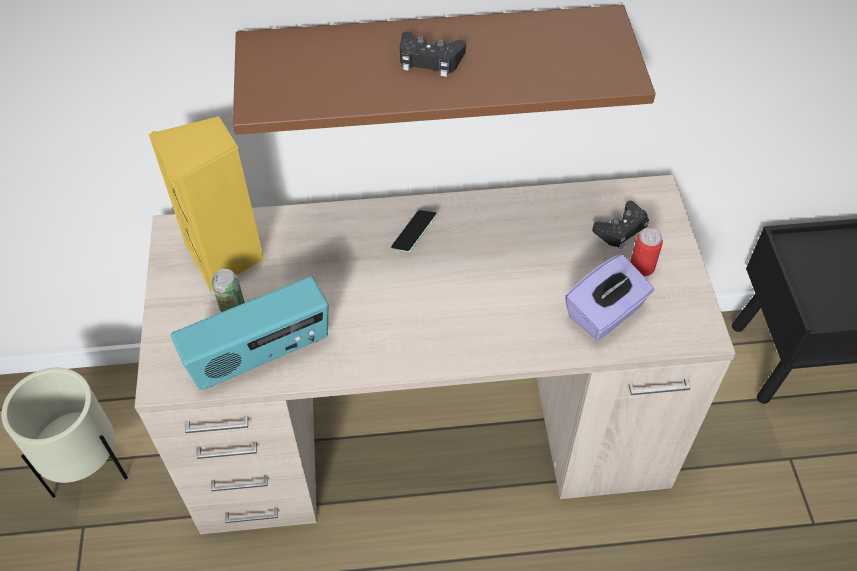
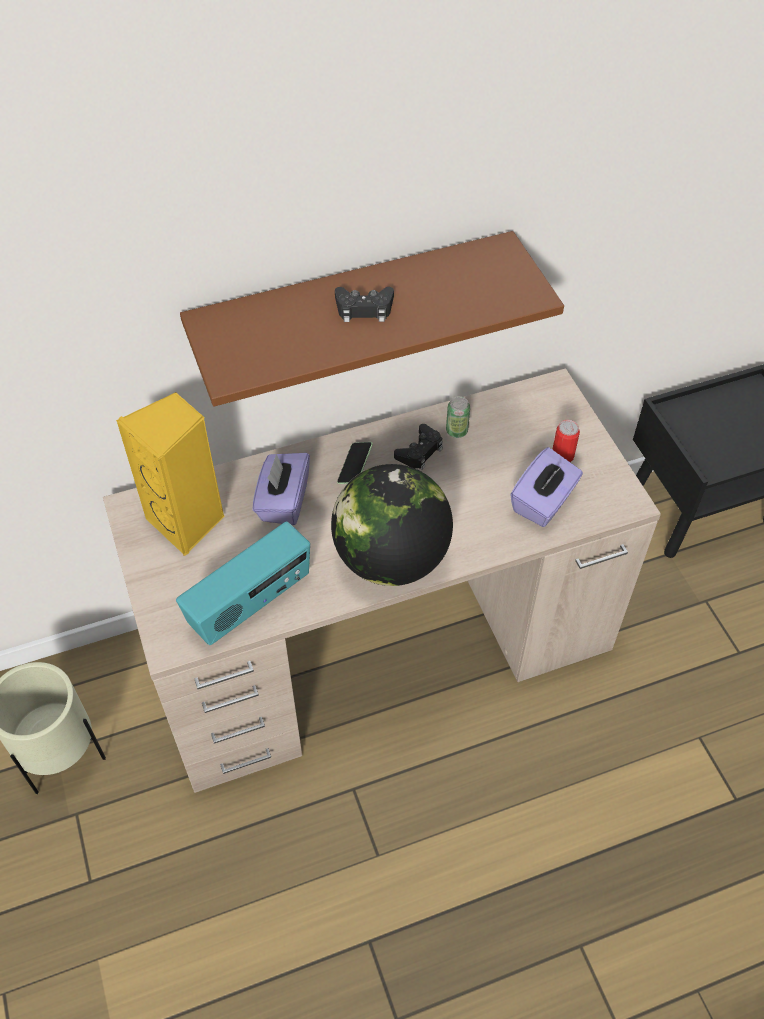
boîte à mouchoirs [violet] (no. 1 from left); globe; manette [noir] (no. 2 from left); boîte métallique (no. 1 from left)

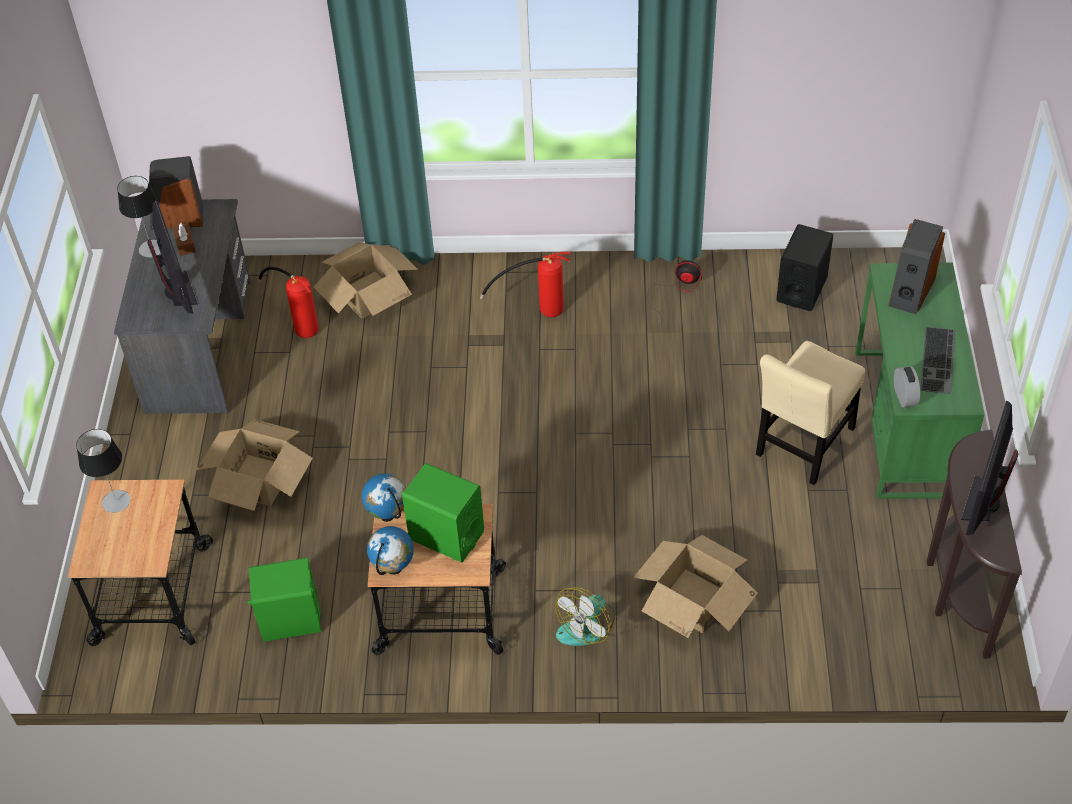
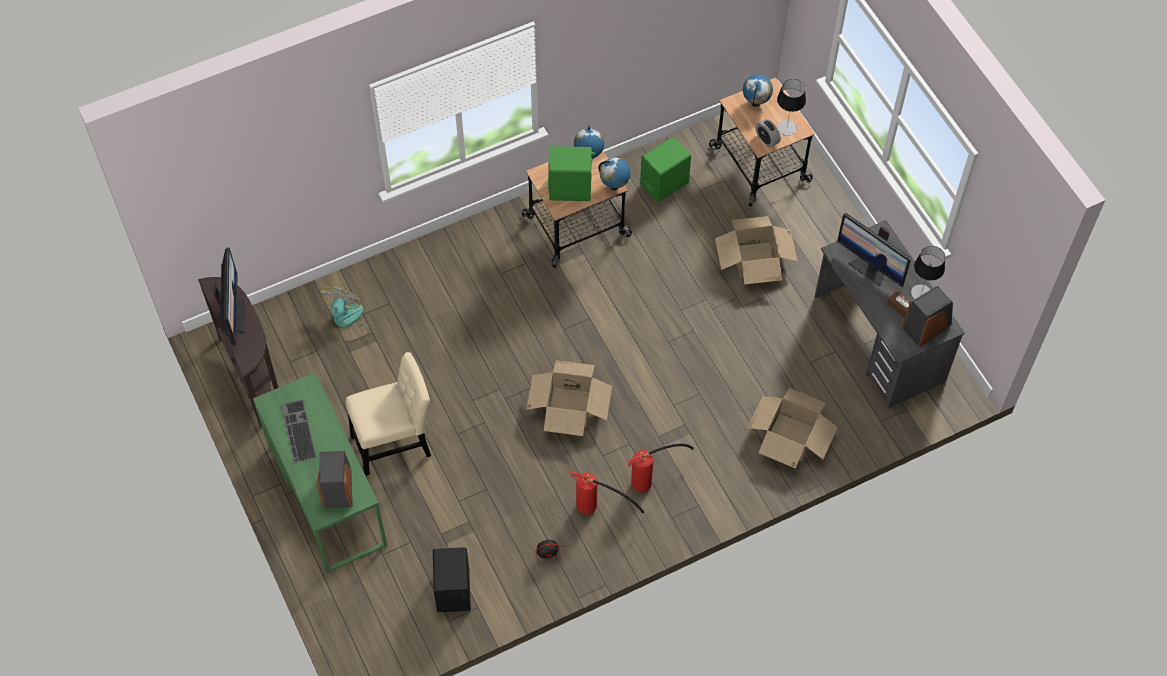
ventilateur (no. 1 from left); chaise [beige]; carton (no. 1 from left); extincteur (no. 1 from left); globe (no. 3 from left); réveil

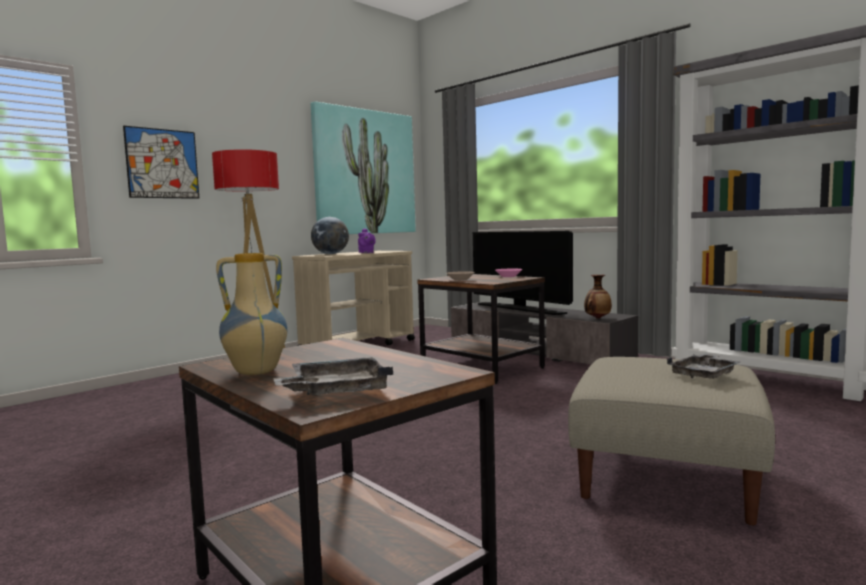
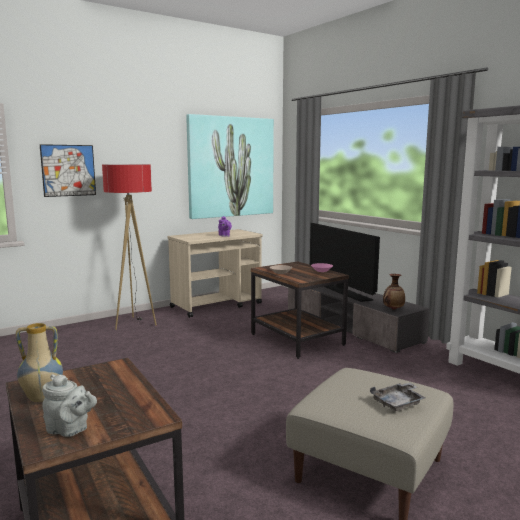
théière [gris]; globe

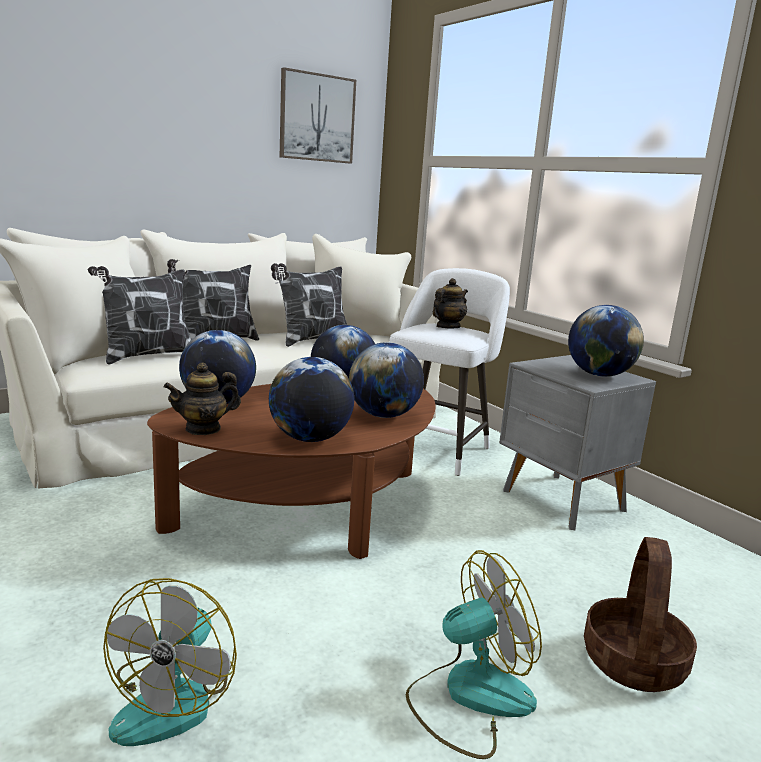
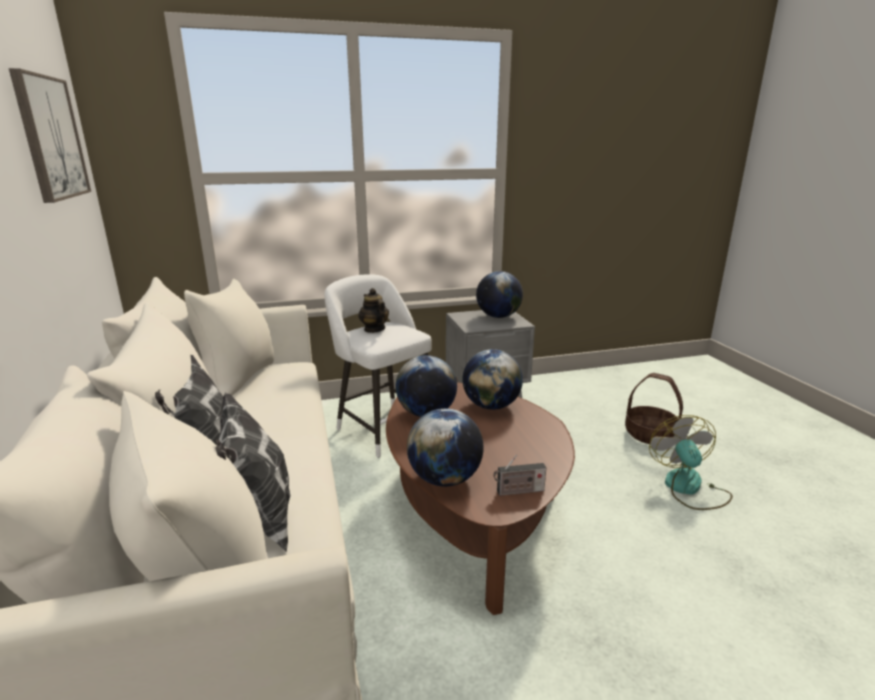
radio; ventilateur (no. 1 from left in the first image); globe (no. 2 from left in the first image); coussin (no. 3 from left in the first image)

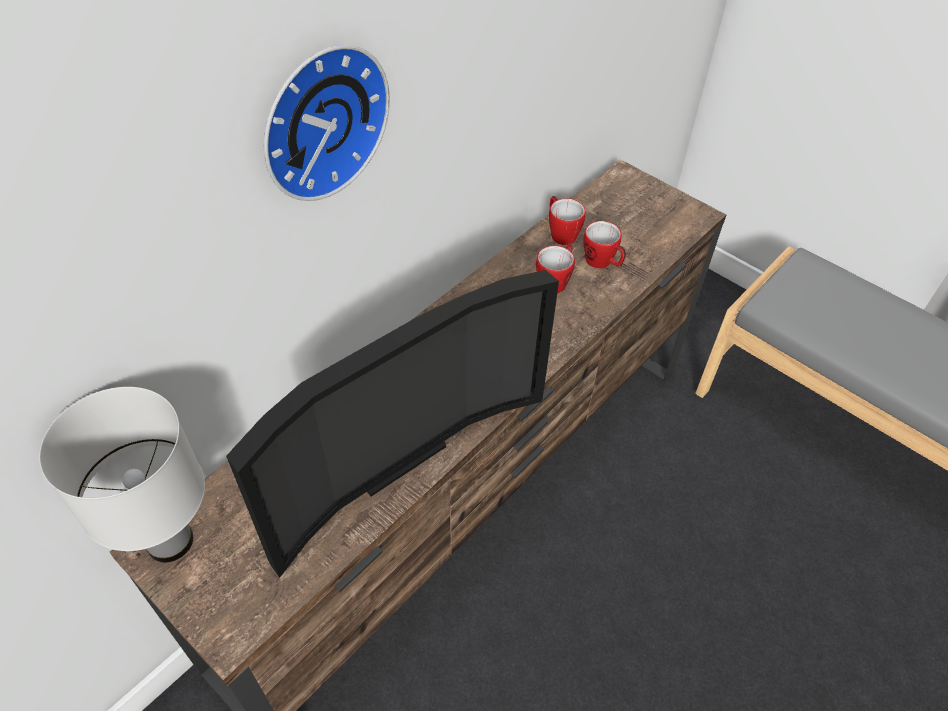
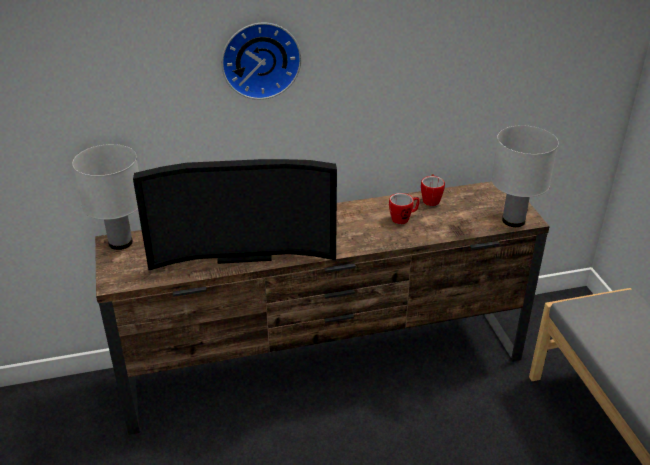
lampe de table [blanc] (no. 2 from left); mug (no. 3 from left in the first image)

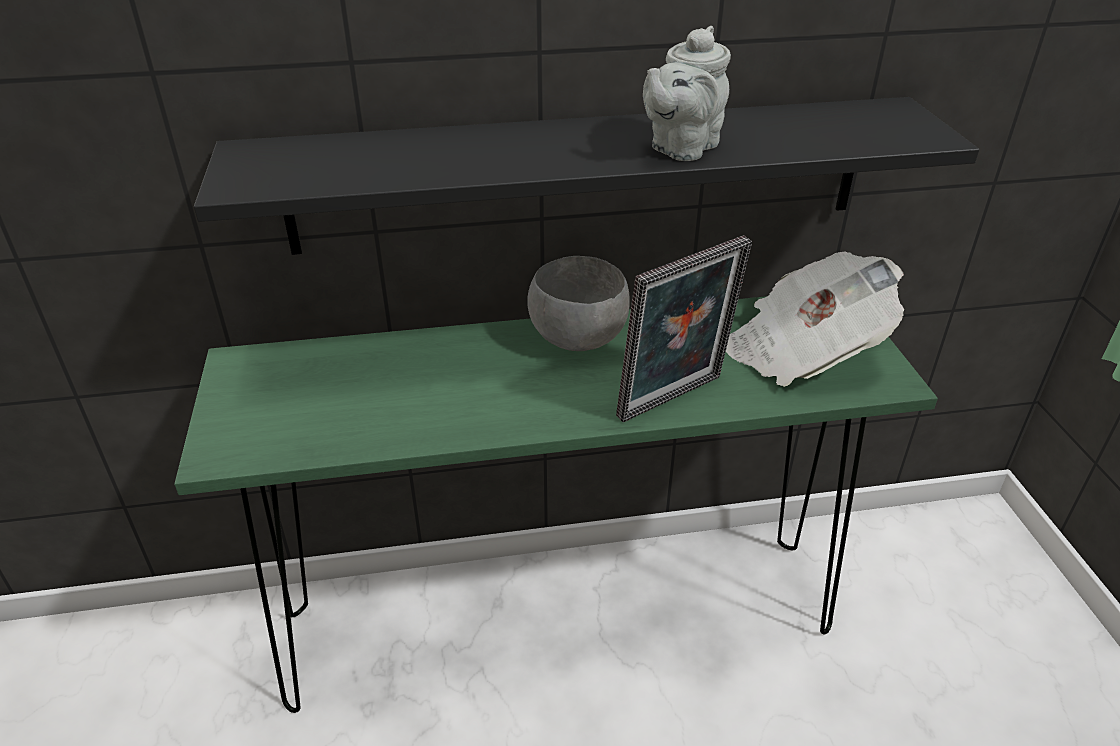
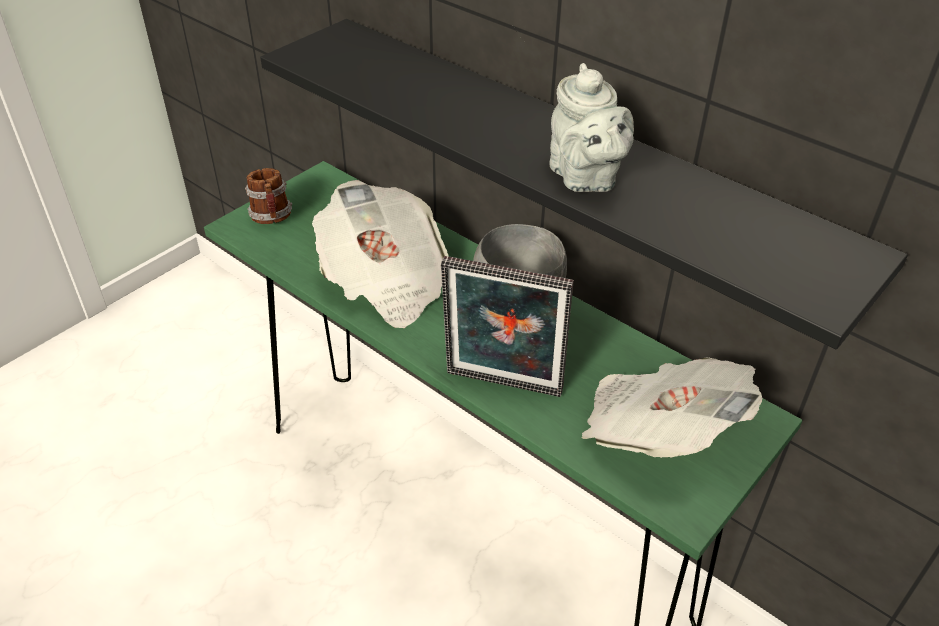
mug; journal (no. 1 from left); théière [gris]

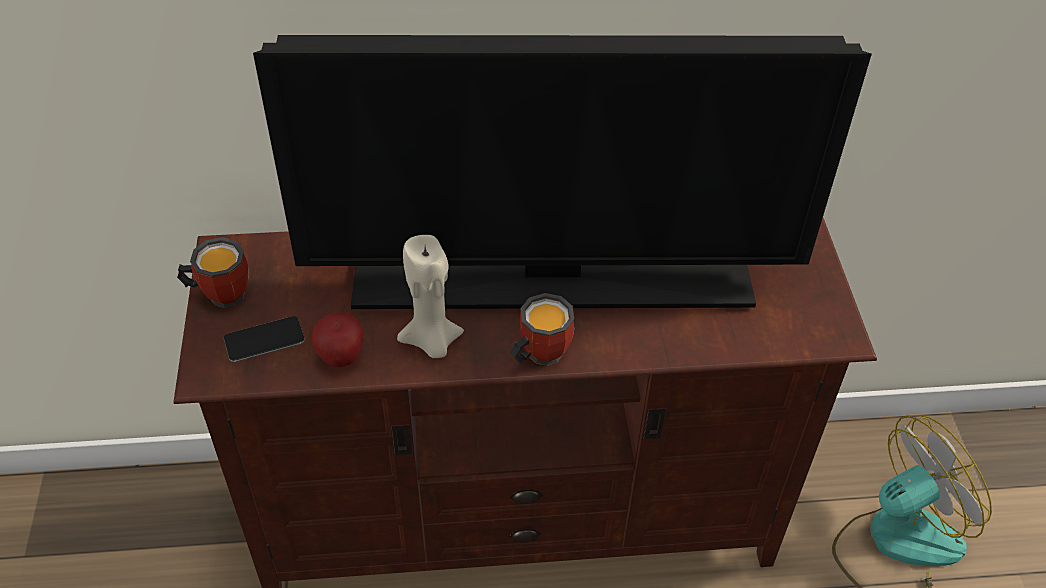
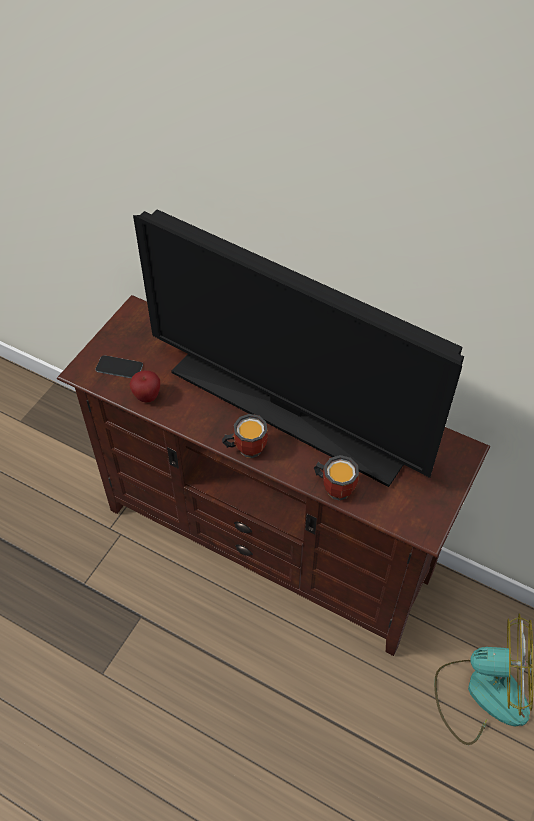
mug (no. 2 from left); bougie [beige]

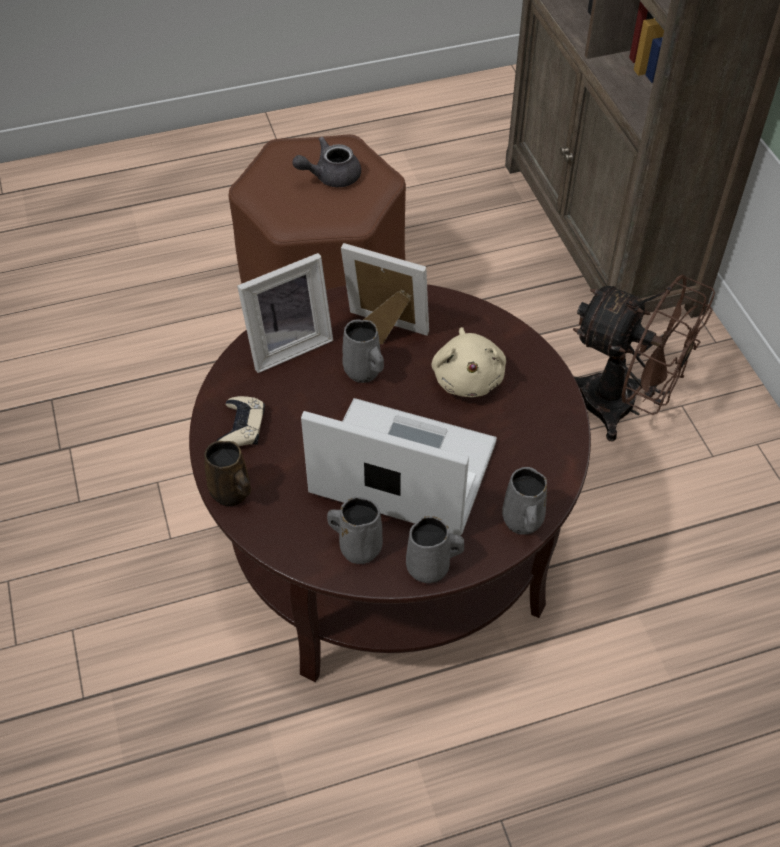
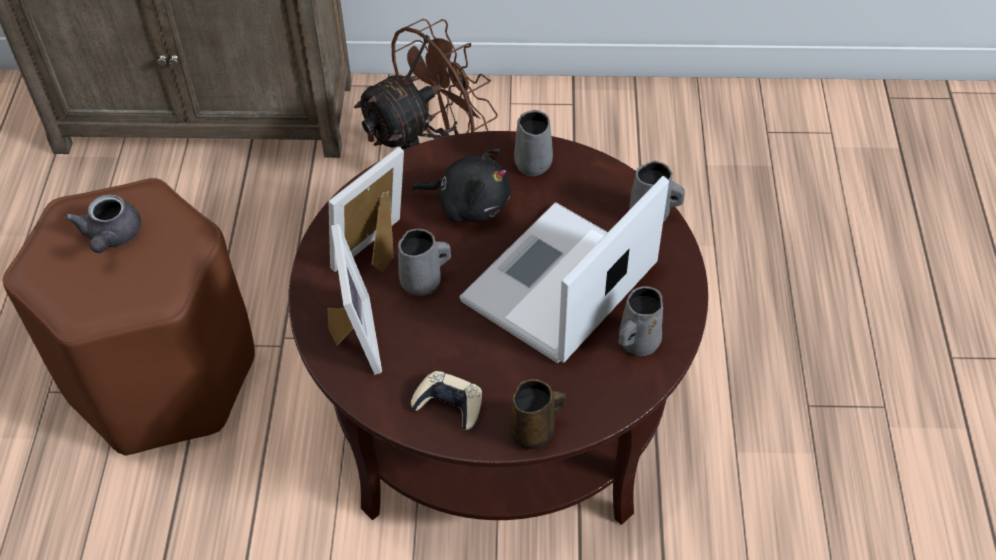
peluche [noir]; mug [gris] (no. 2 from left)

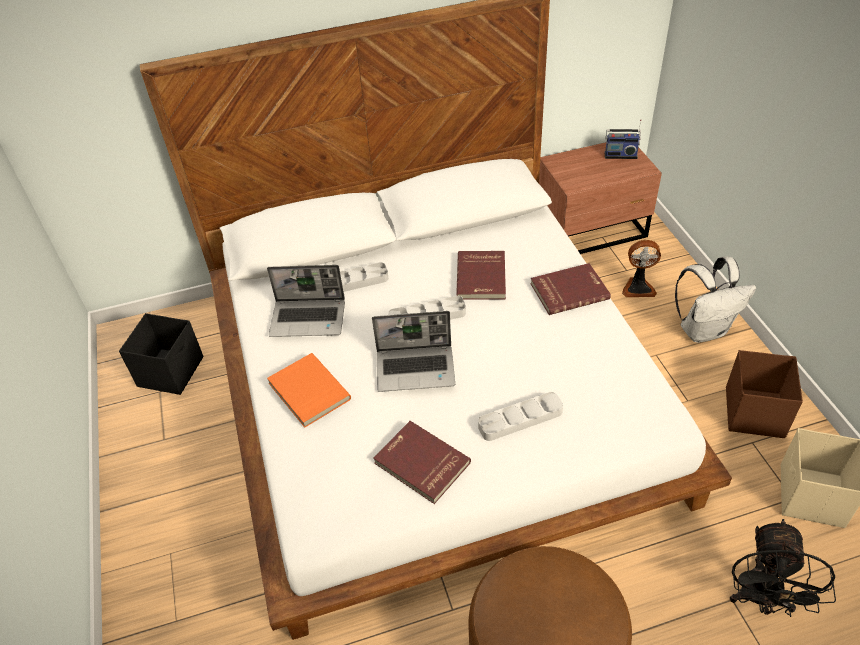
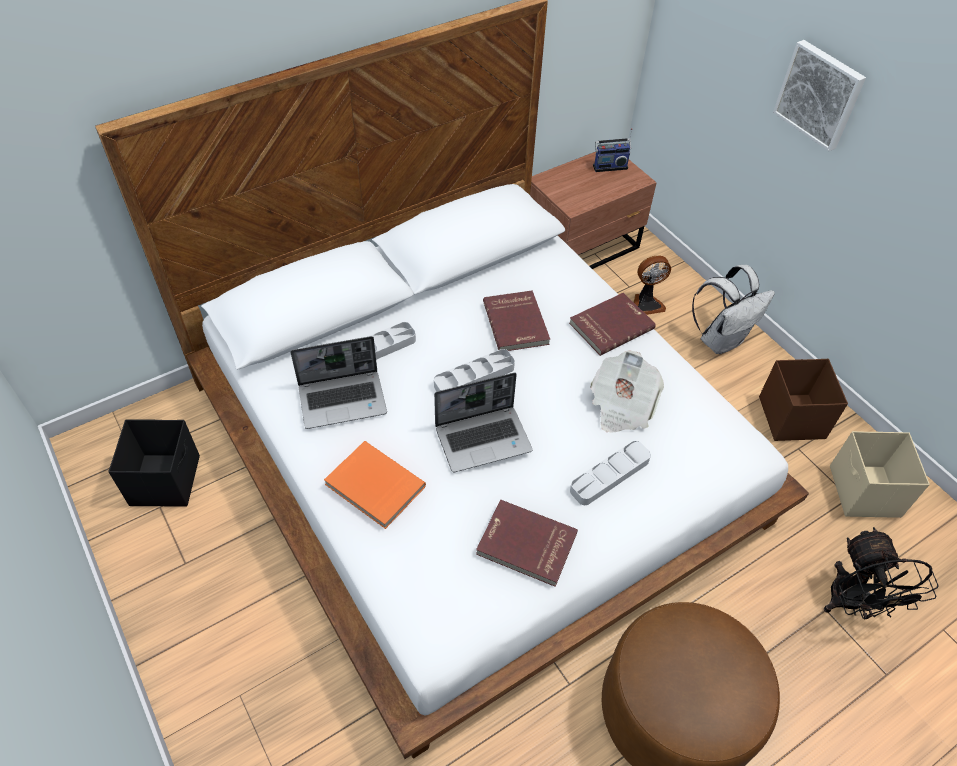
journal; tableau

